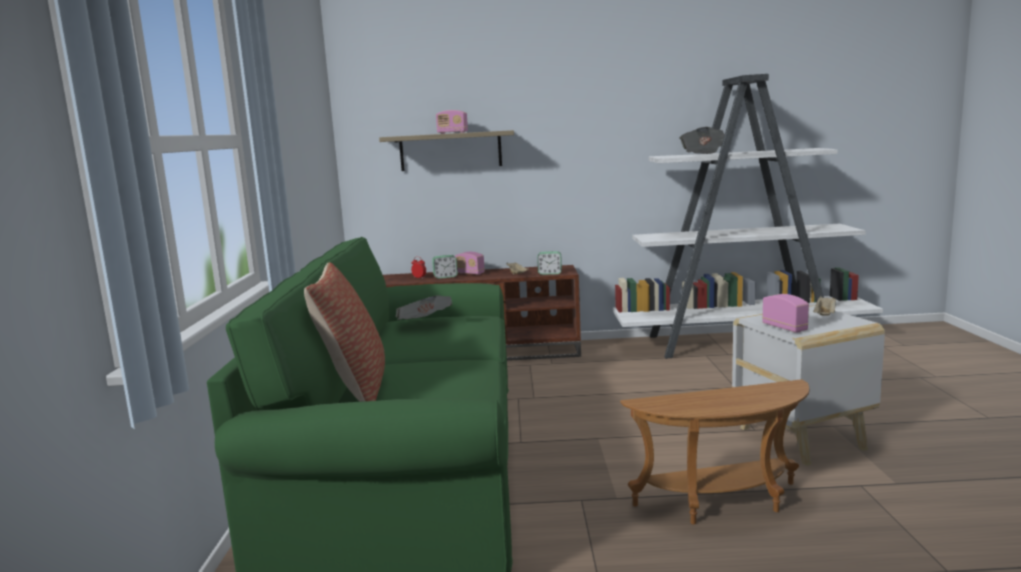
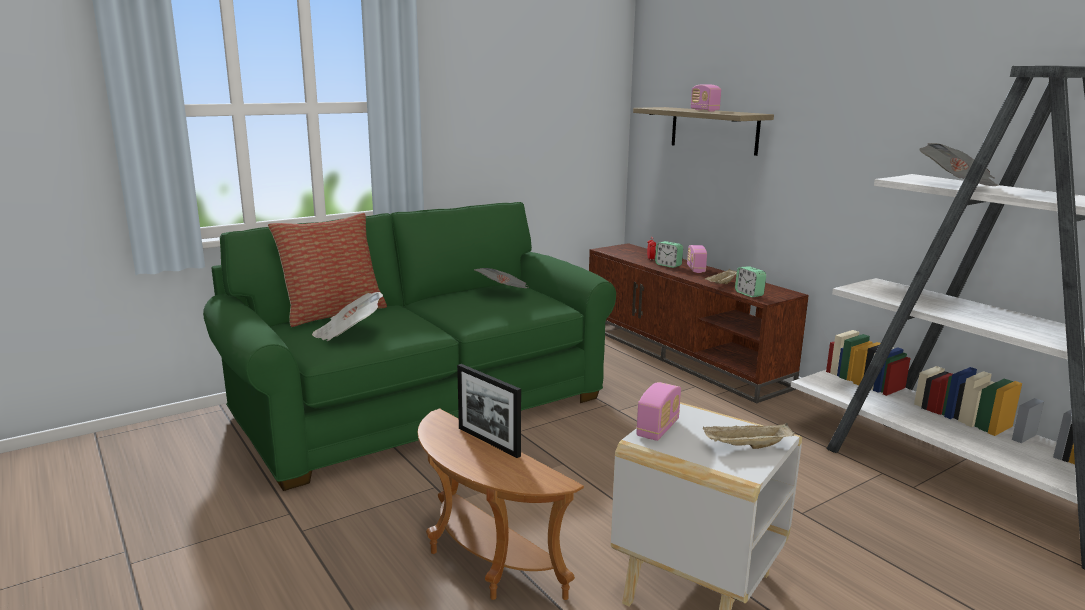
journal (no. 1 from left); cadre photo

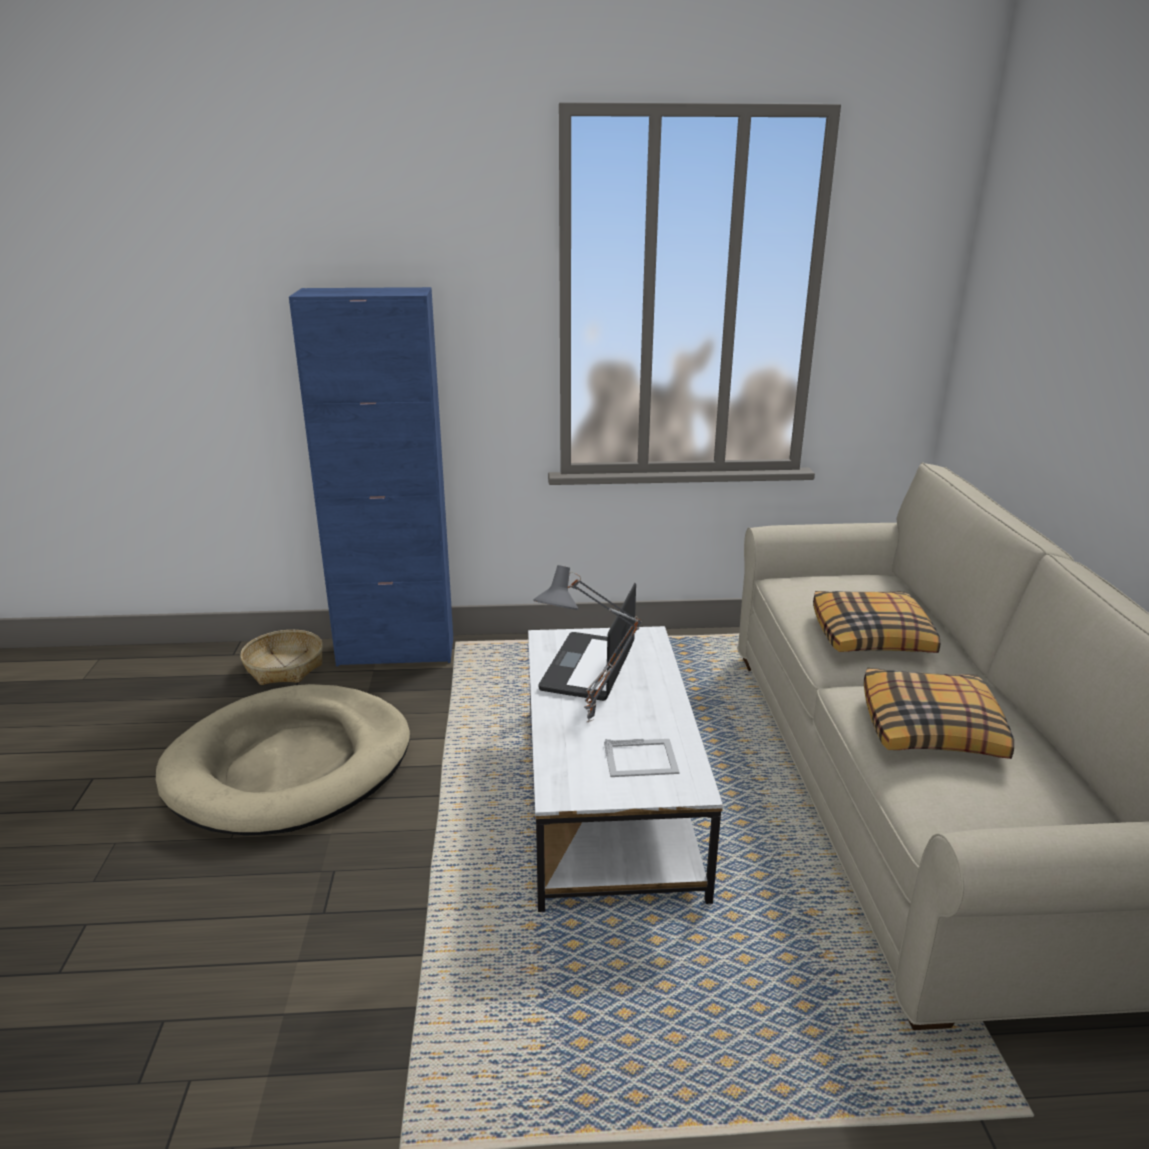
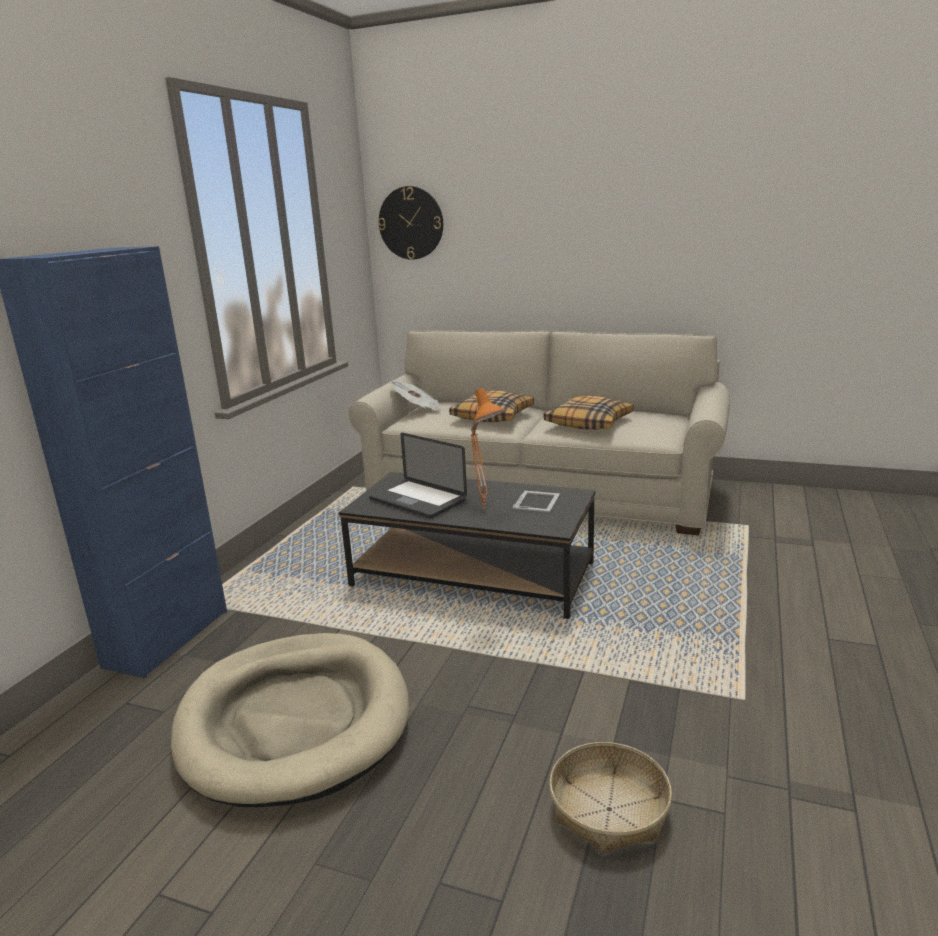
table basse [noir]; horloge murale; journal; lampe de table [orange]; panier

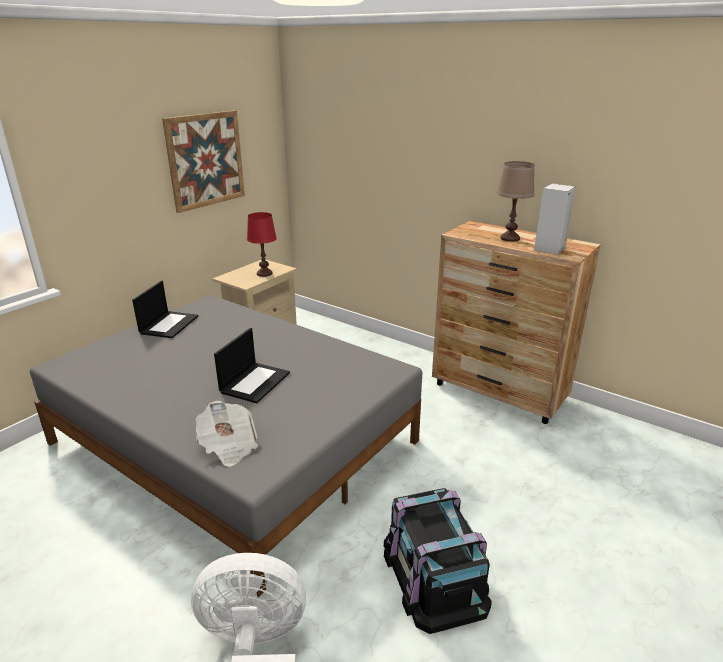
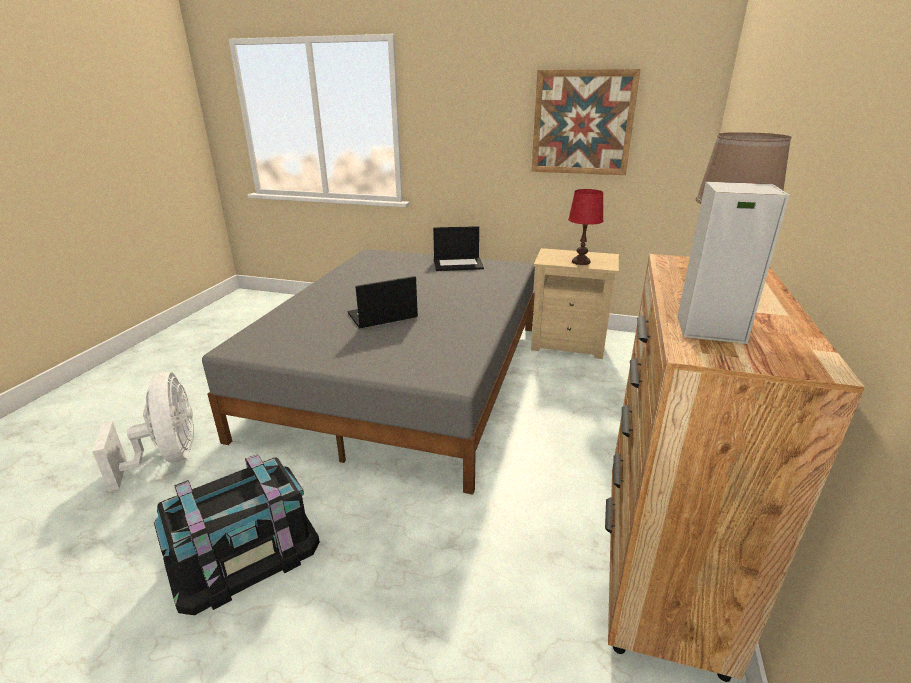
ordinateur portable (no. 1 from left); journal

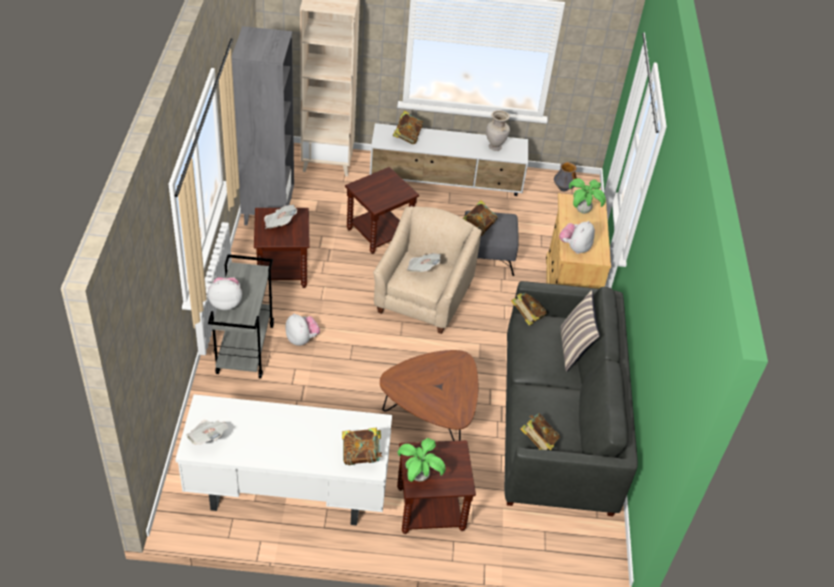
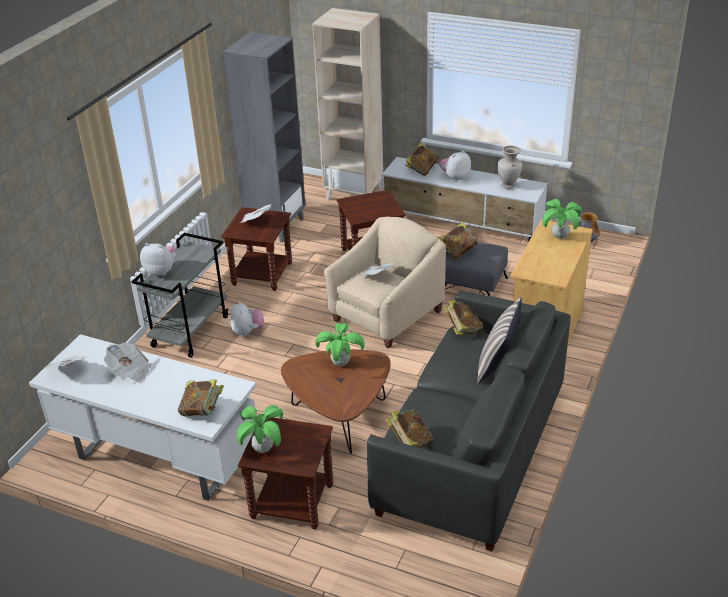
journal (no. 2 from left); plante en pot (no. 2 from left); peluche (no. 3 from left)

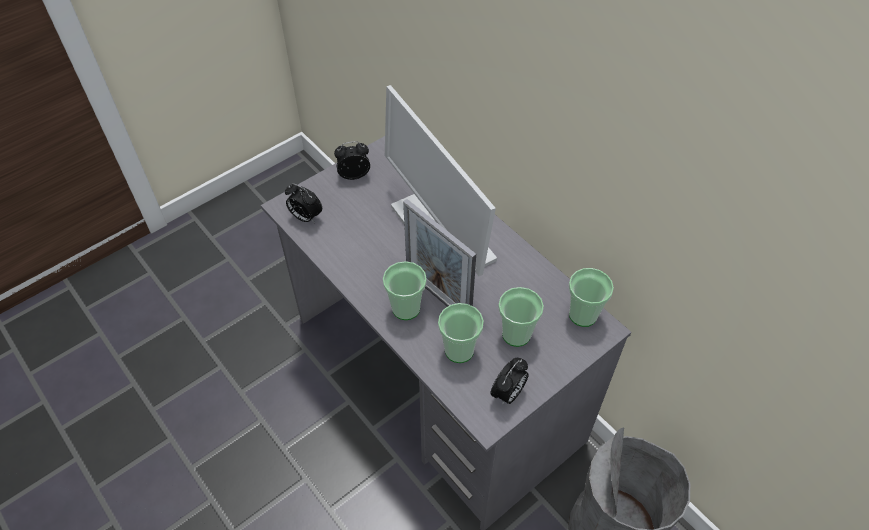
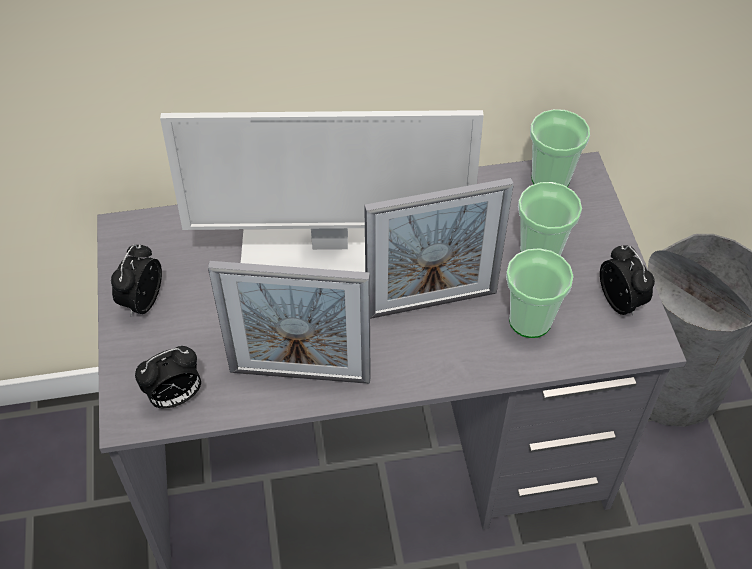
cadre photo (no. 1 from left); tasse (no. 1 from left in the first image)

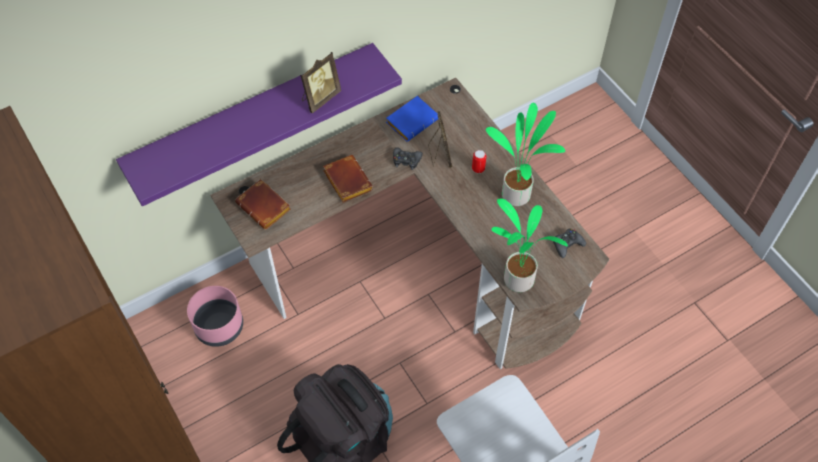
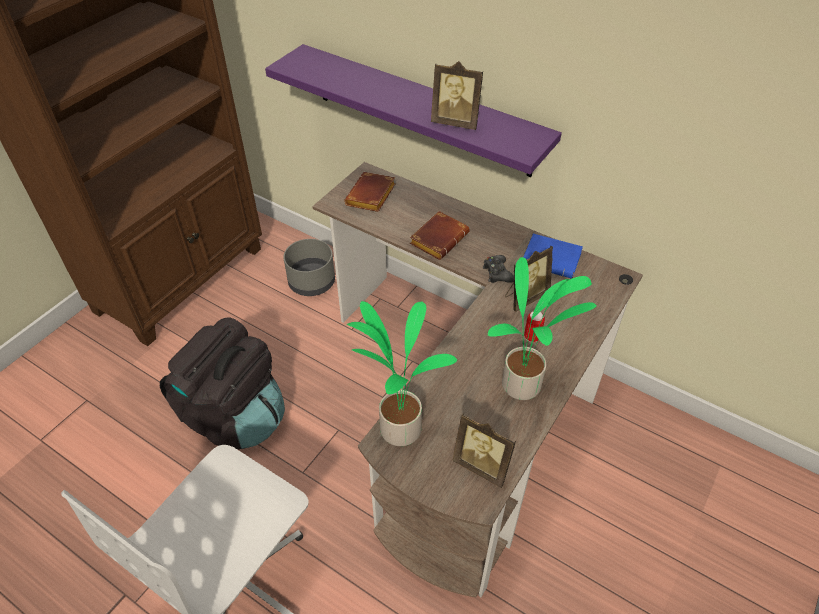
cache-pot [gris]; cadre photo (no. 2 from left)

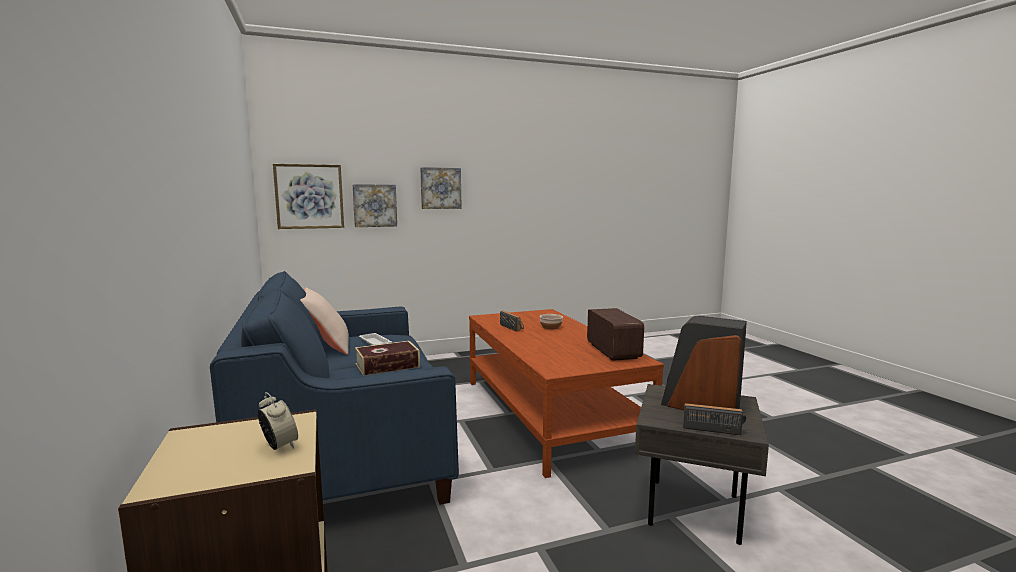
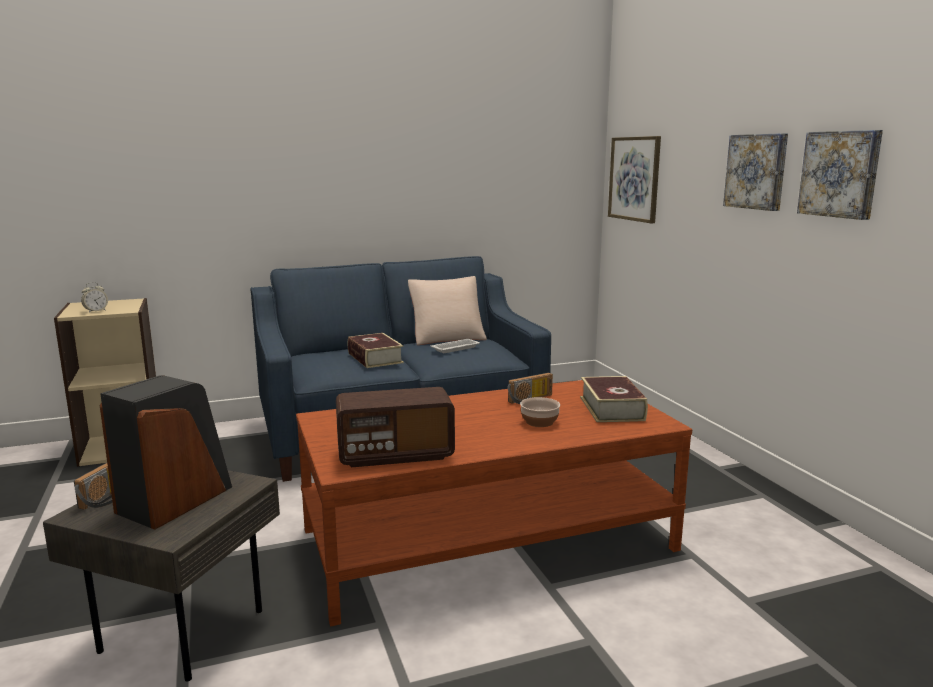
livre (no. 2 from left); tableau (no. 3 from left)

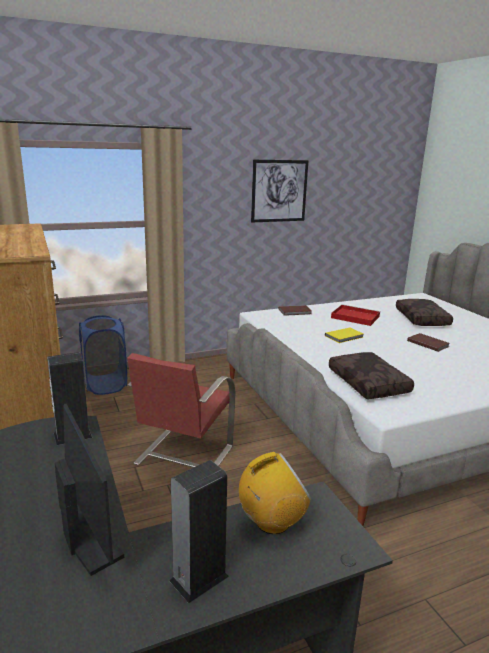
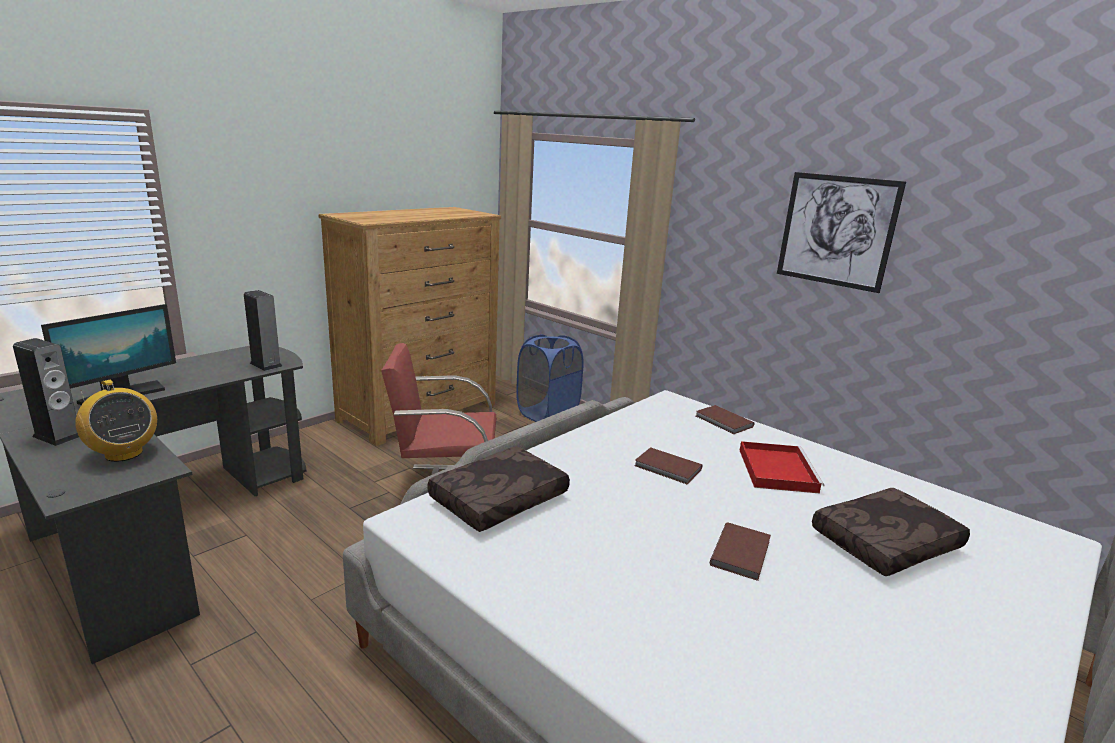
livre [marron] (no. 1 from left)

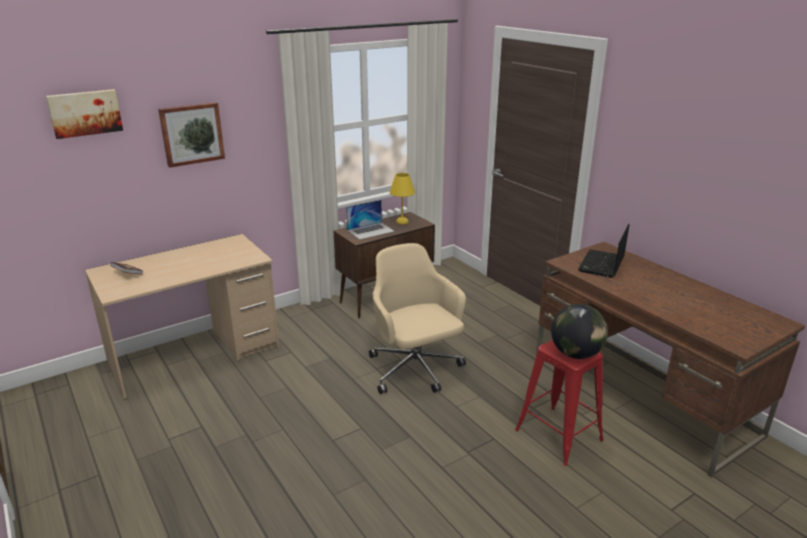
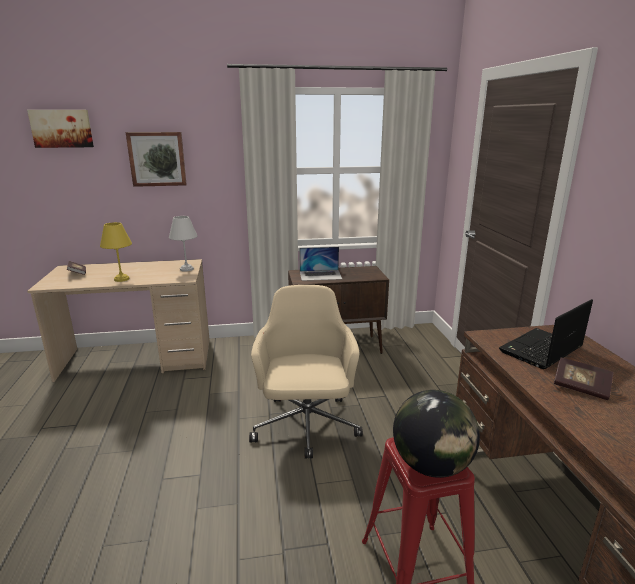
lampe de table [jaune]; lampe de table [blanc]; livre (no. 2 from left)

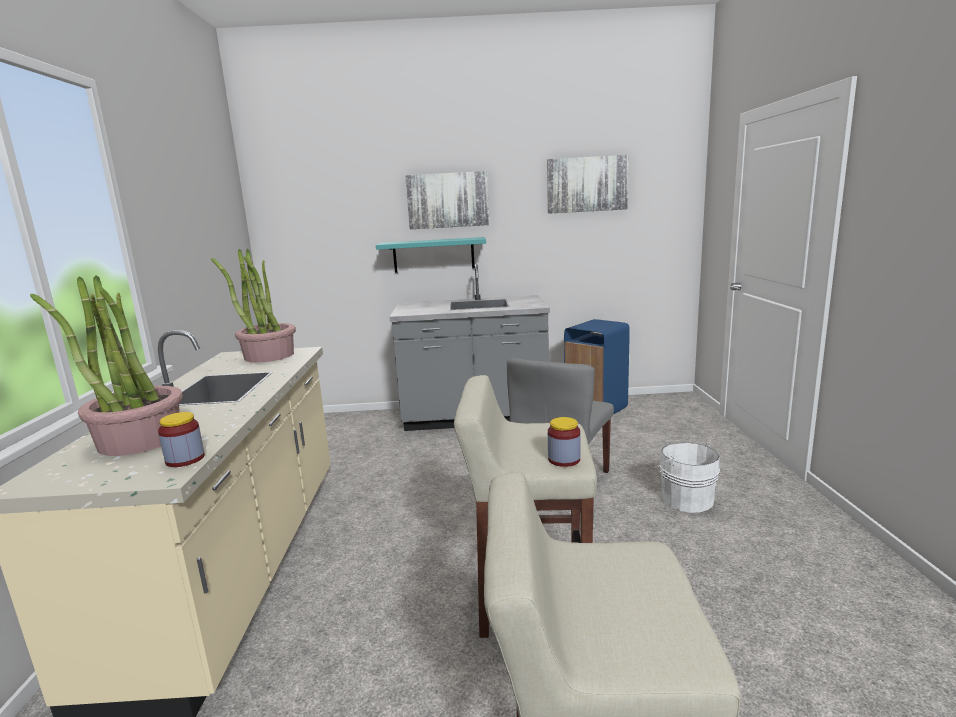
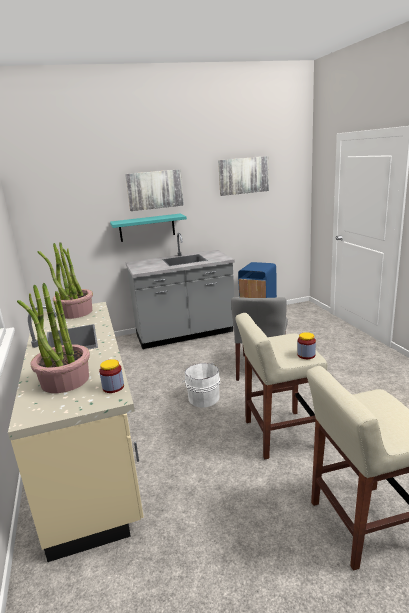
seau [blanc]

